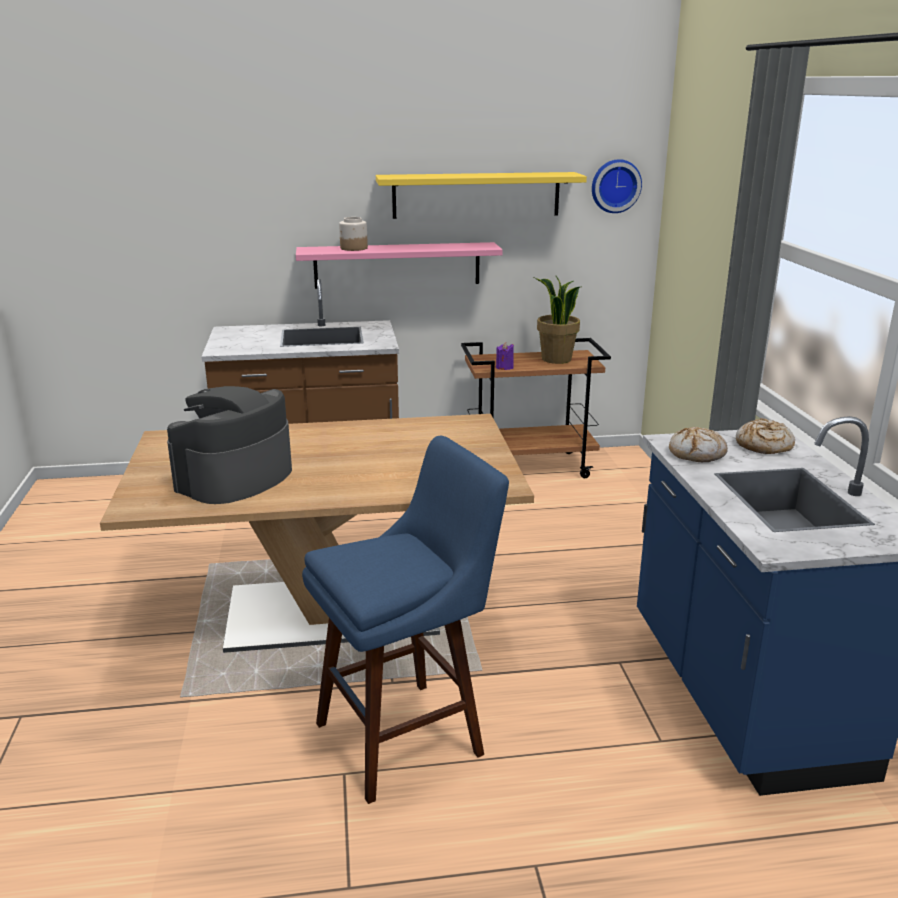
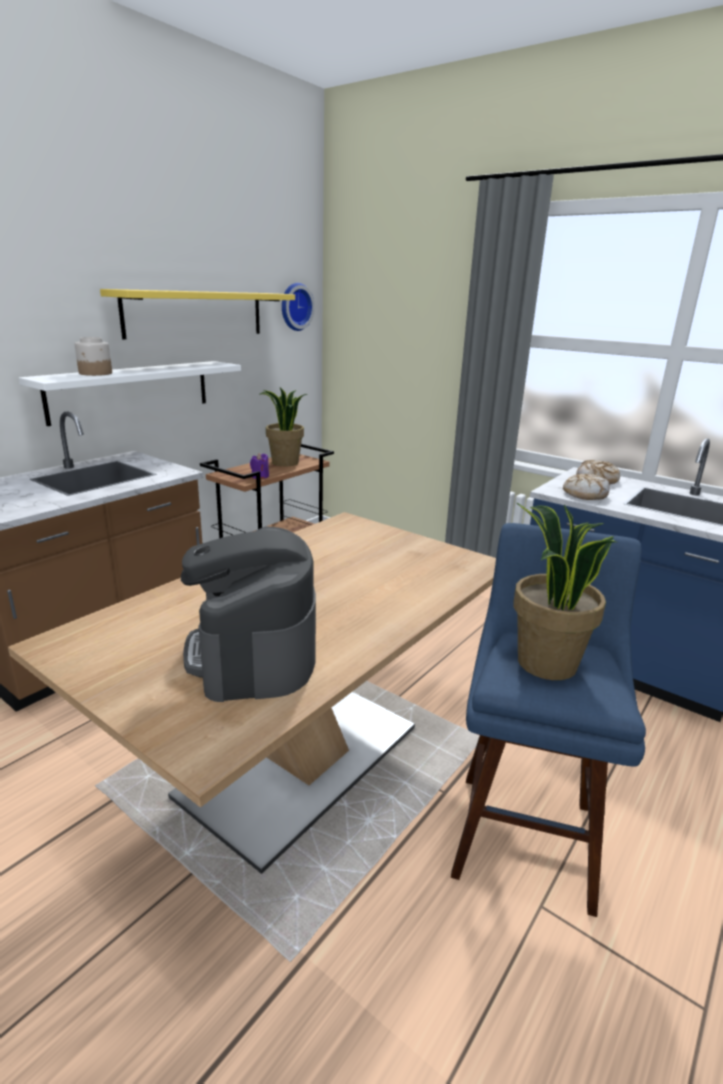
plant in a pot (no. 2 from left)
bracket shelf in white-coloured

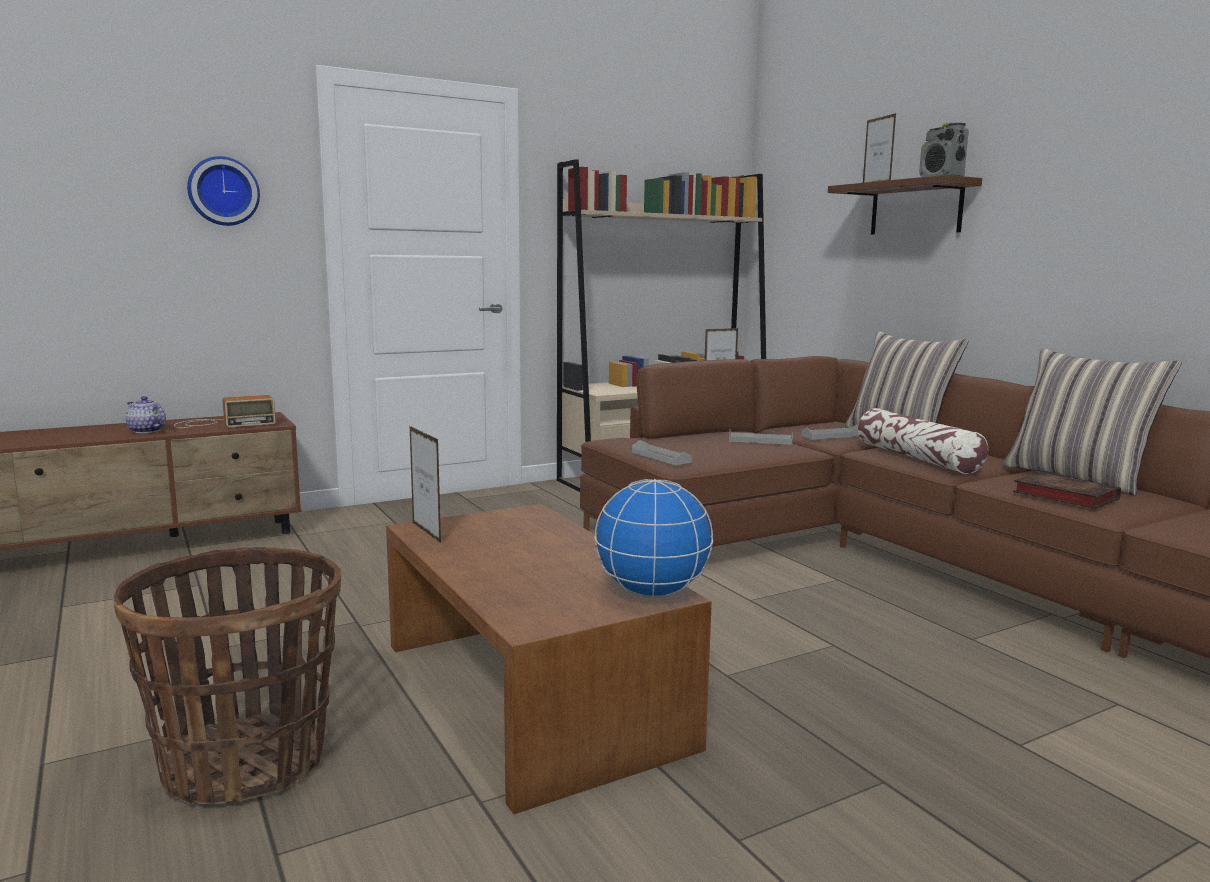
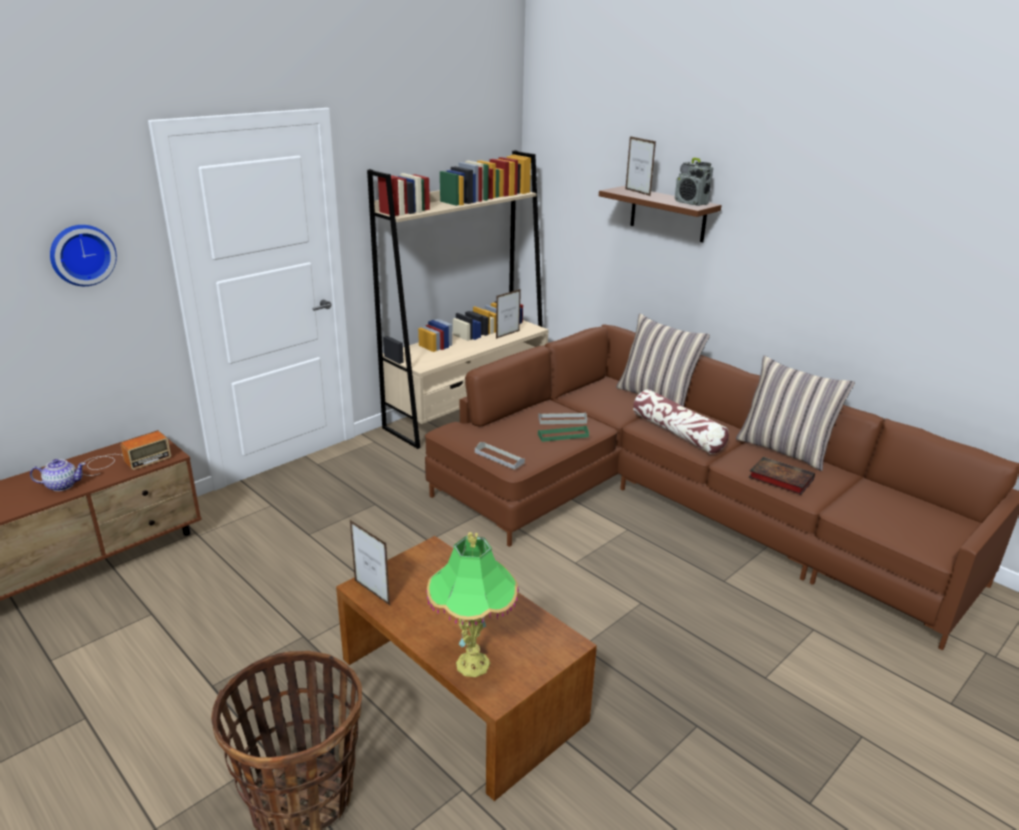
globe
serving tray in gray (no. 3 from left in the first image)
table lamp
serving tray in greenish
pot for tea

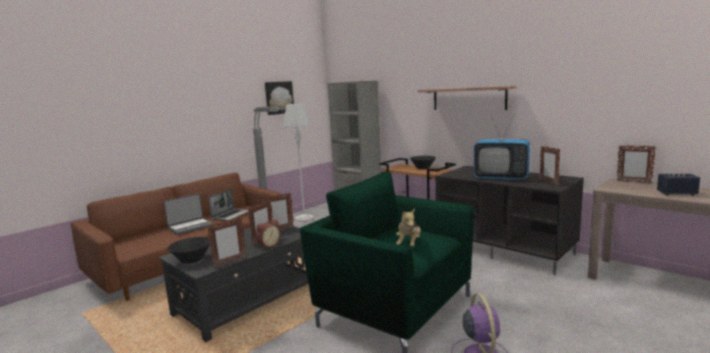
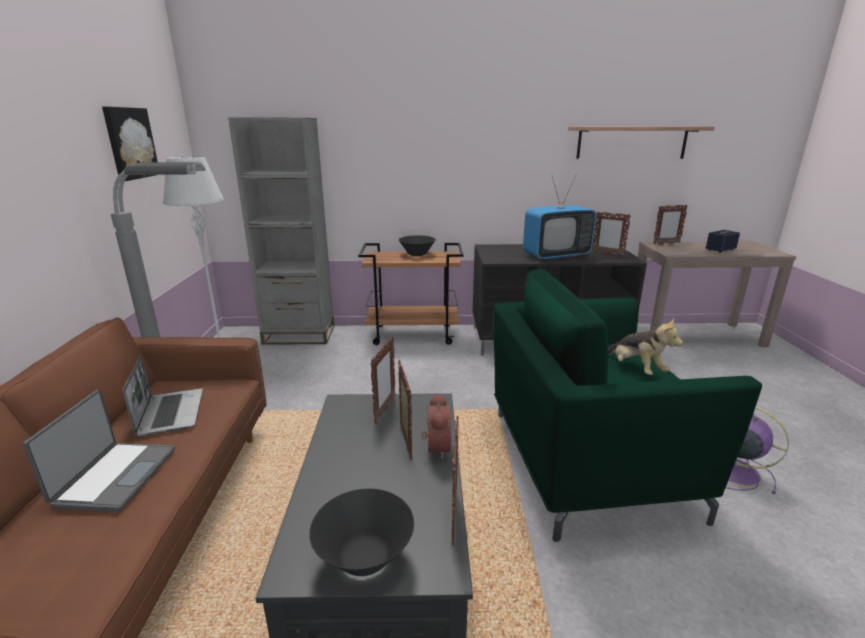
bracket shelf

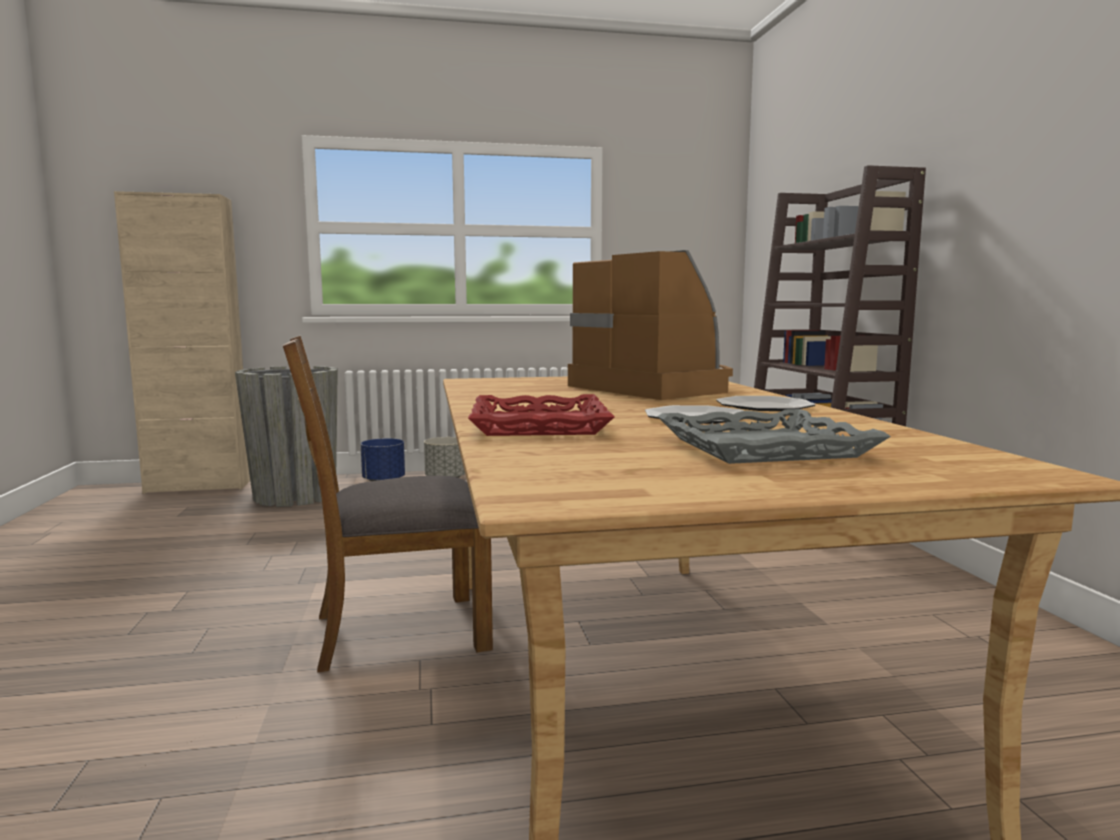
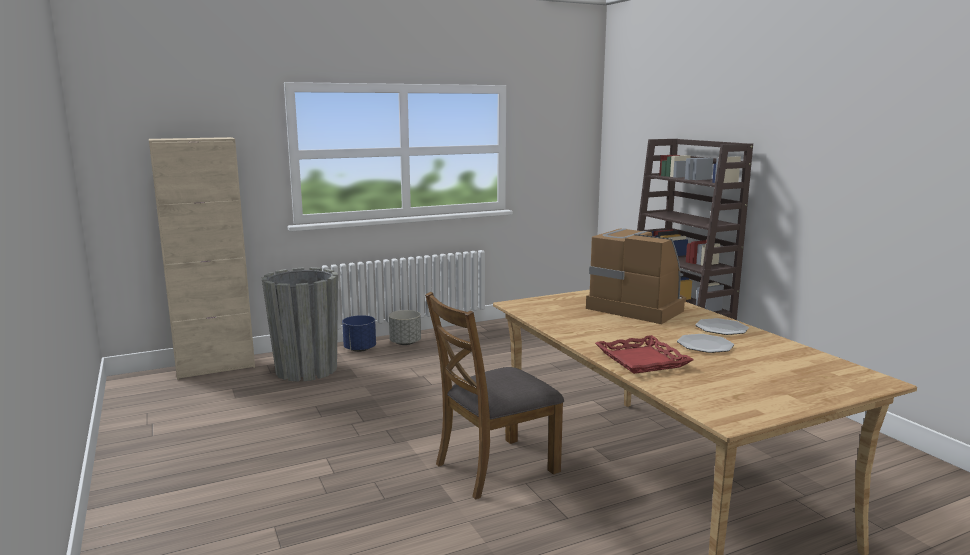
serving tray in gray

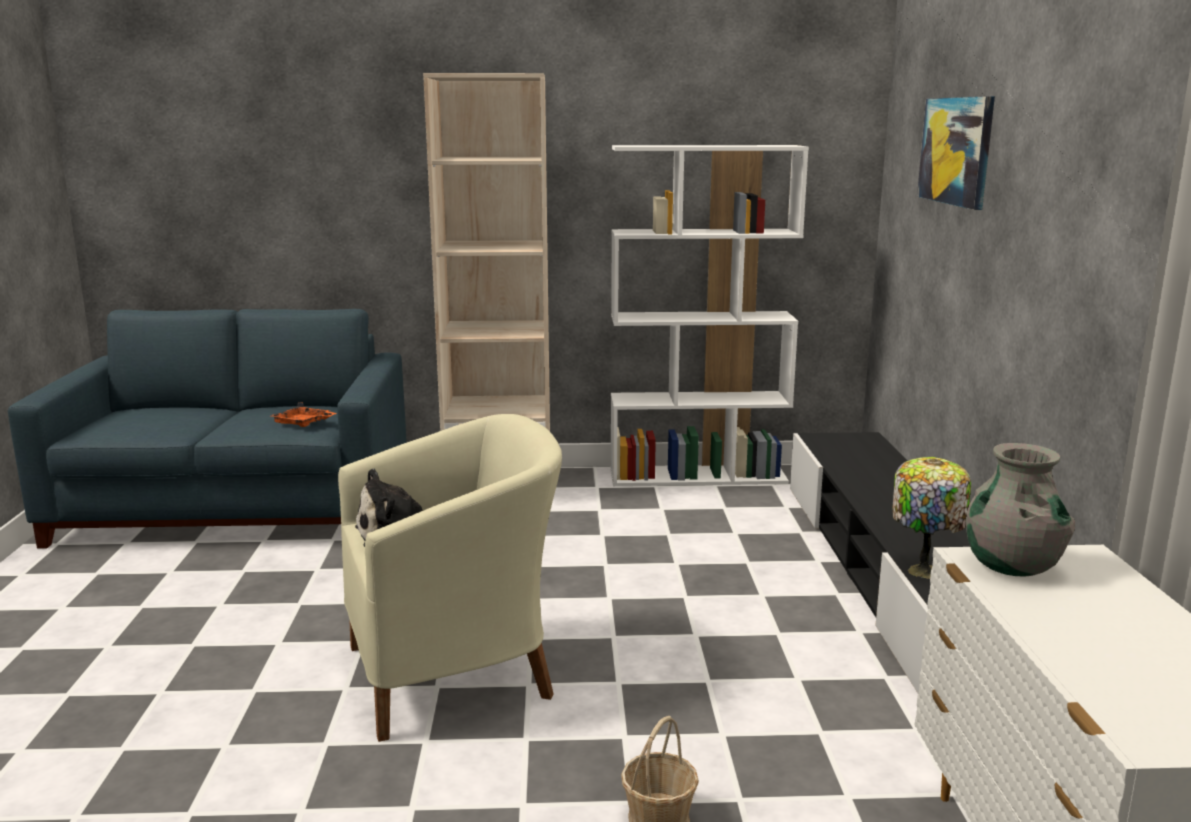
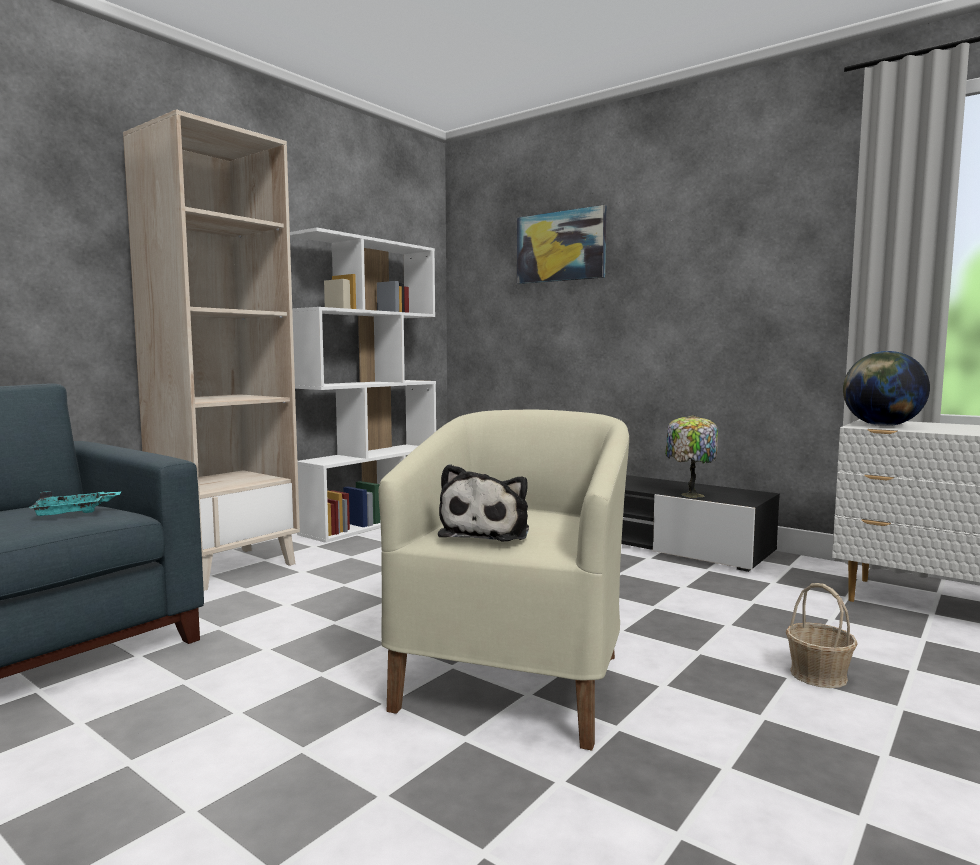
globe
serving tray in turquoise

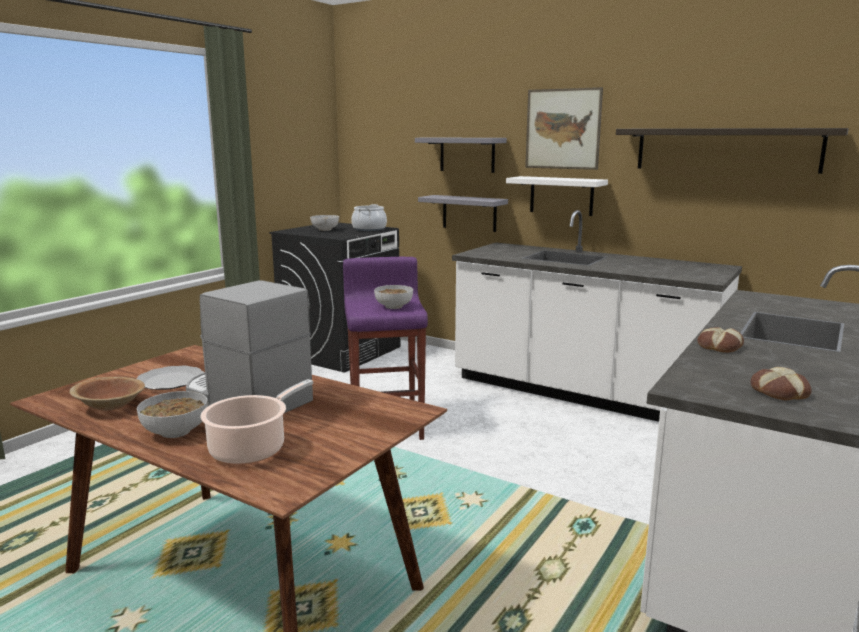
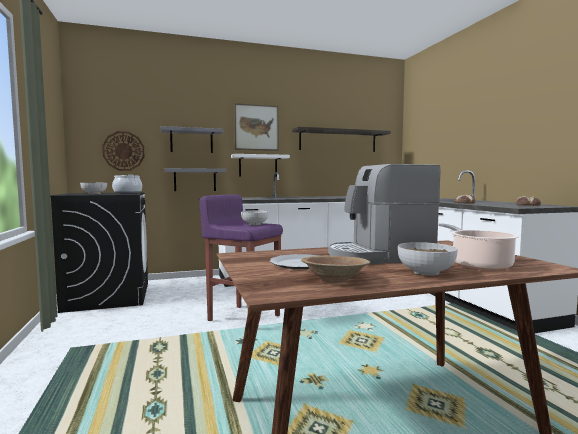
wall clock

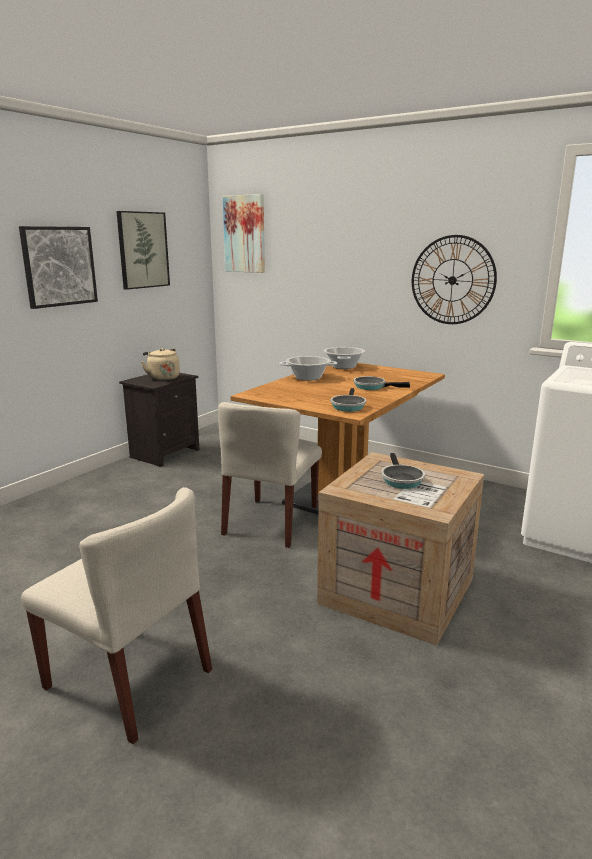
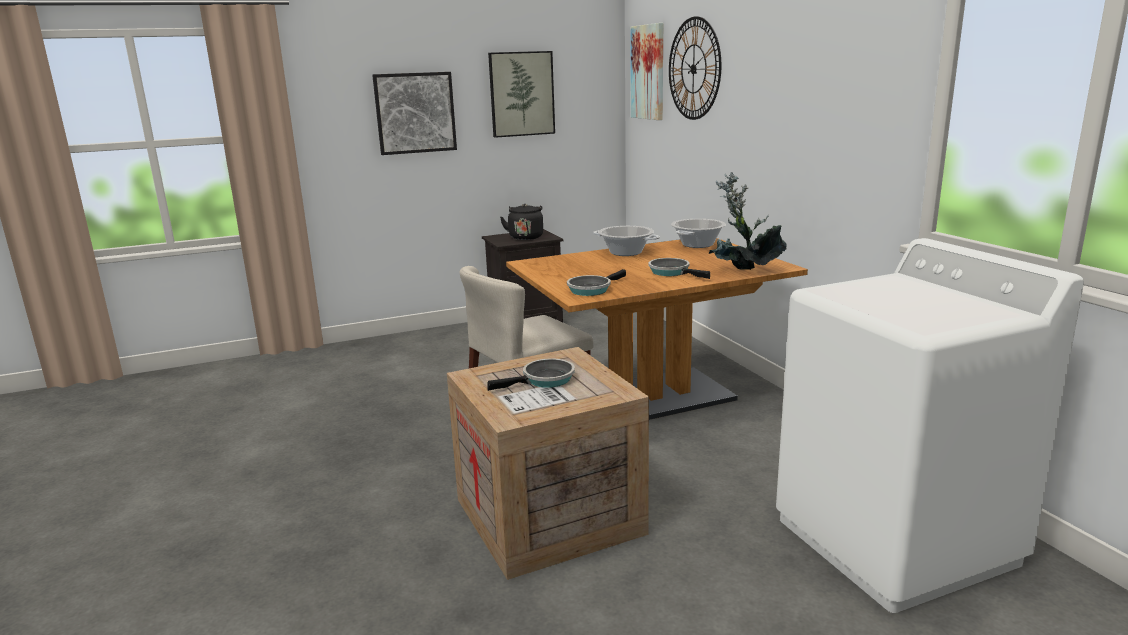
upright chair in sand-coloured (no. 1 from left in the first image)
plant in a pot
wall clock
water kettle in black
frying pan (no. 1 from left)

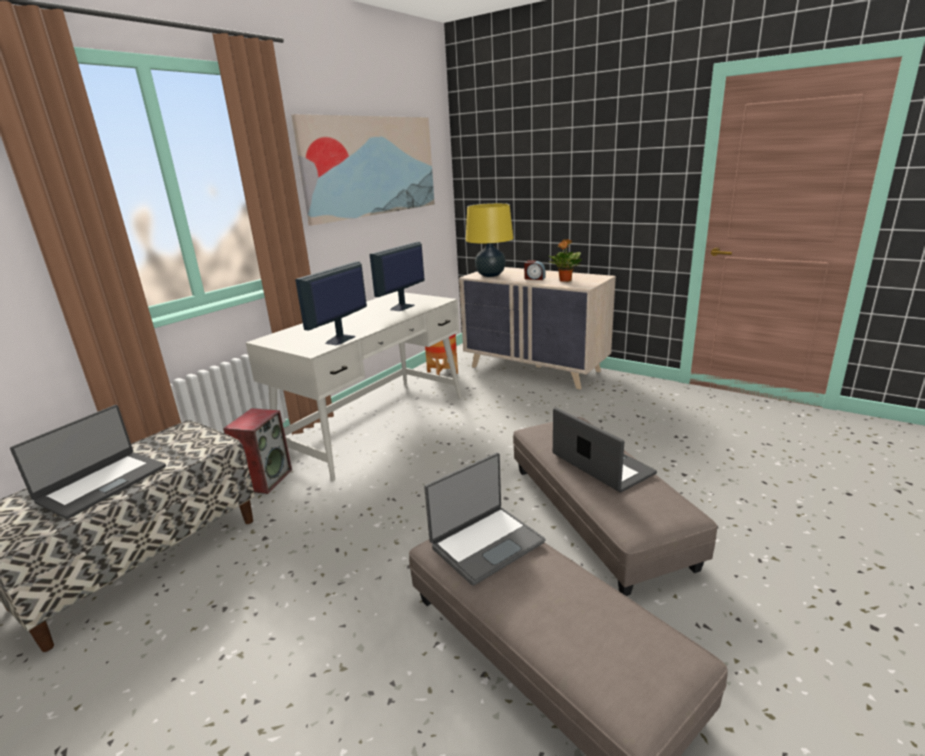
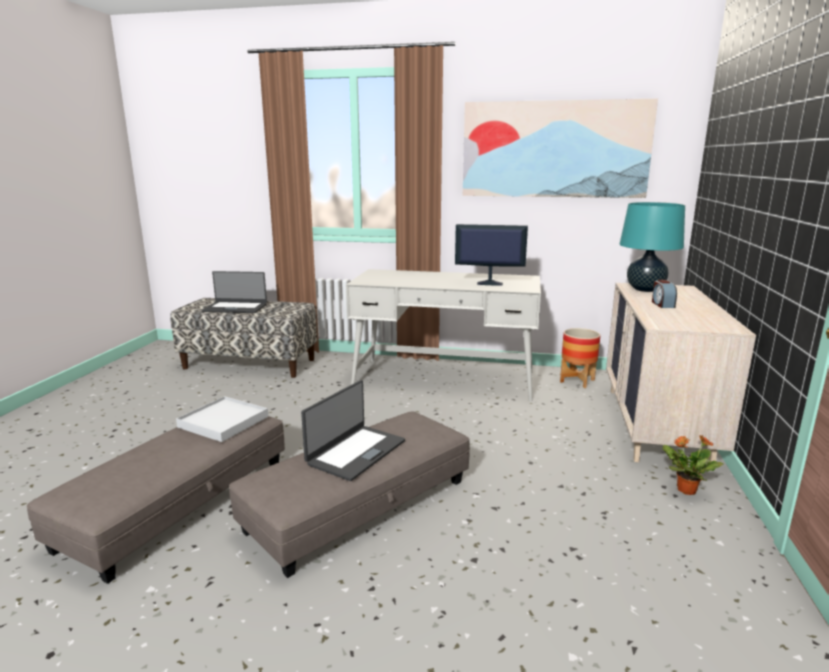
audio speaker
monitor (no. 1 from left in the first image)
plant in a pot
serving tray in white-coloured
table lamp in turquoise

